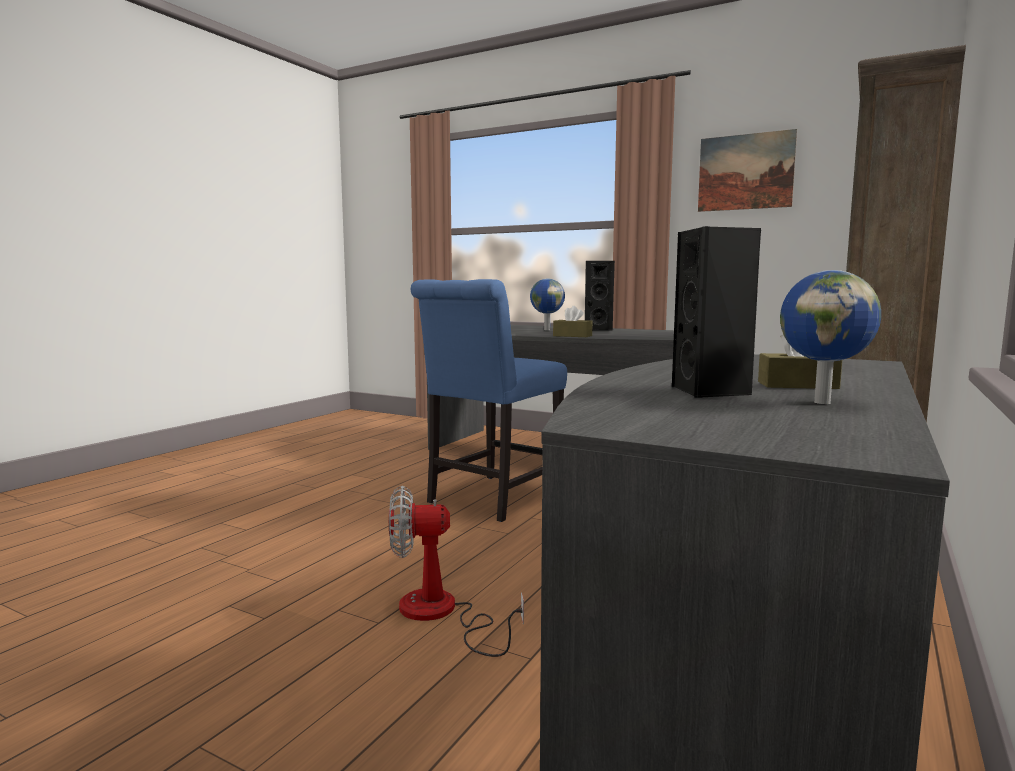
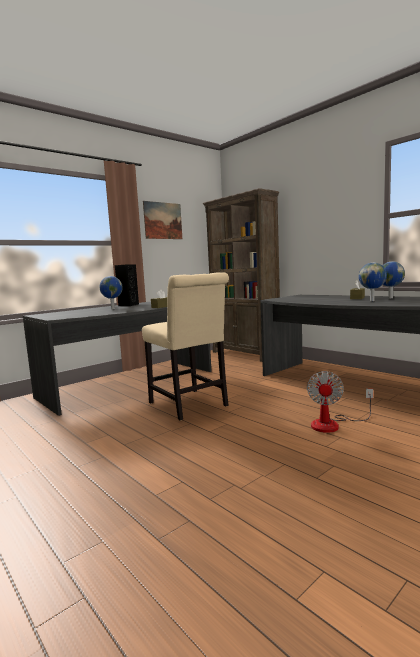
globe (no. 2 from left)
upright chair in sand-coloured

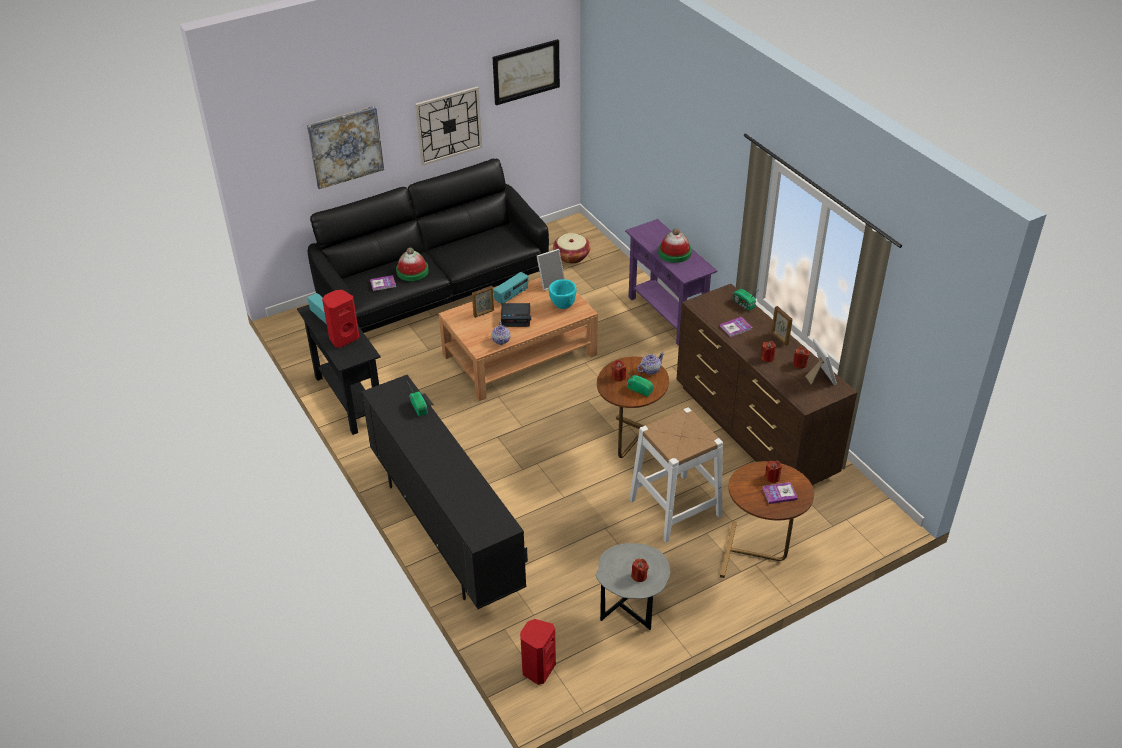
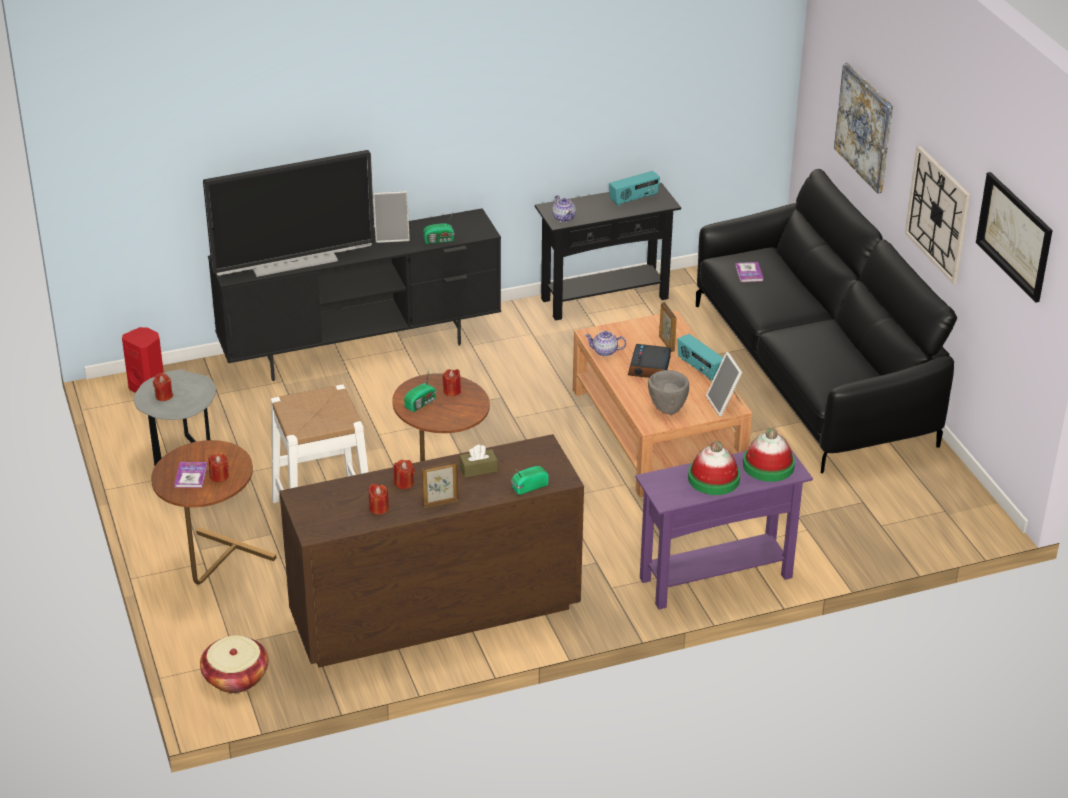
audio speaker in reddish (no. 1 from left in the first image)
TV set
wearable hat (no. 2 from left)
basket
pot for tea (no. 1 from left)
photo frame (no. 1 from left)
tissue holder in brown
deep dish in gray

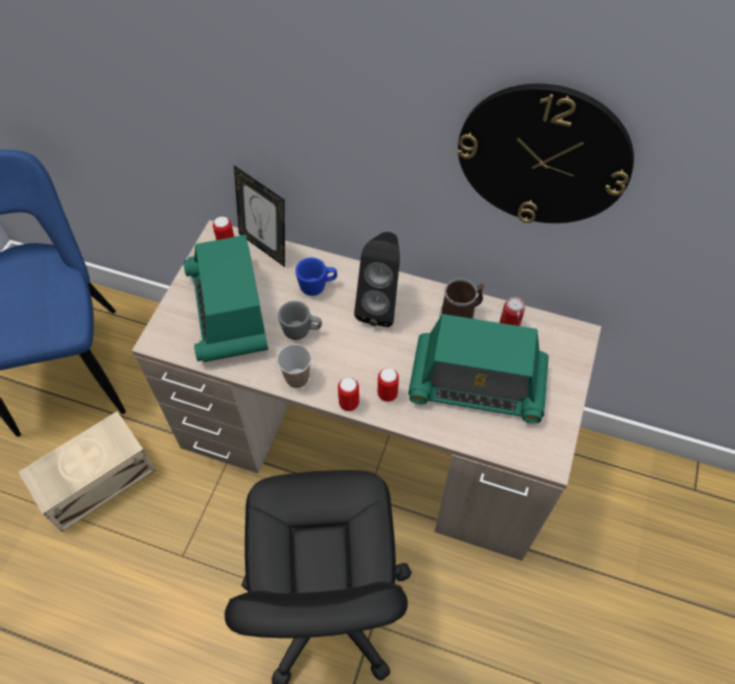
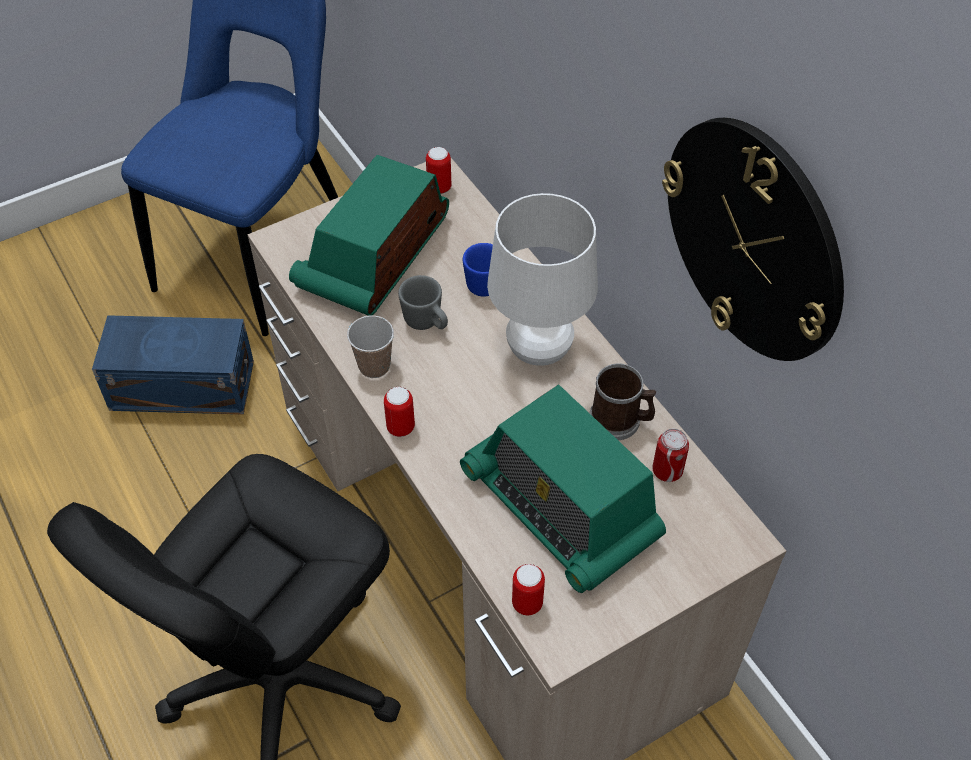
photo frame
metal can (no. 3 from left)
table lamp in white-coloured
storage box in blue

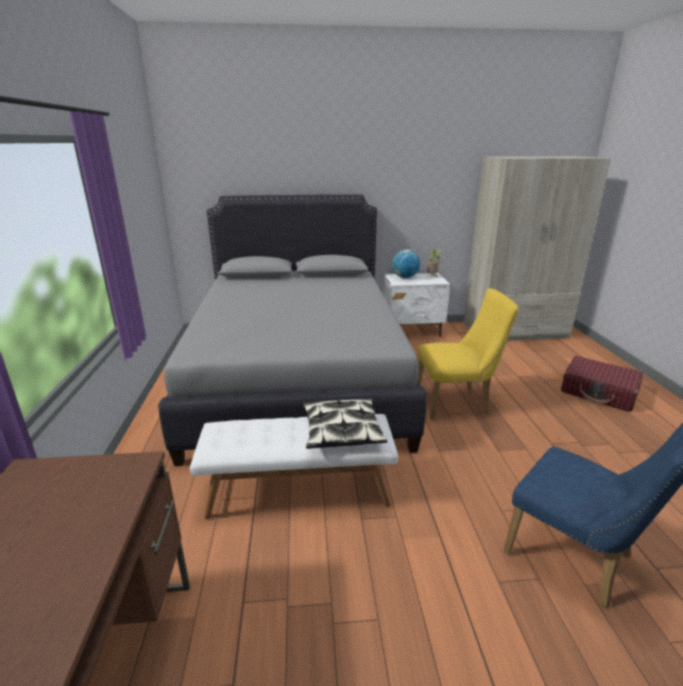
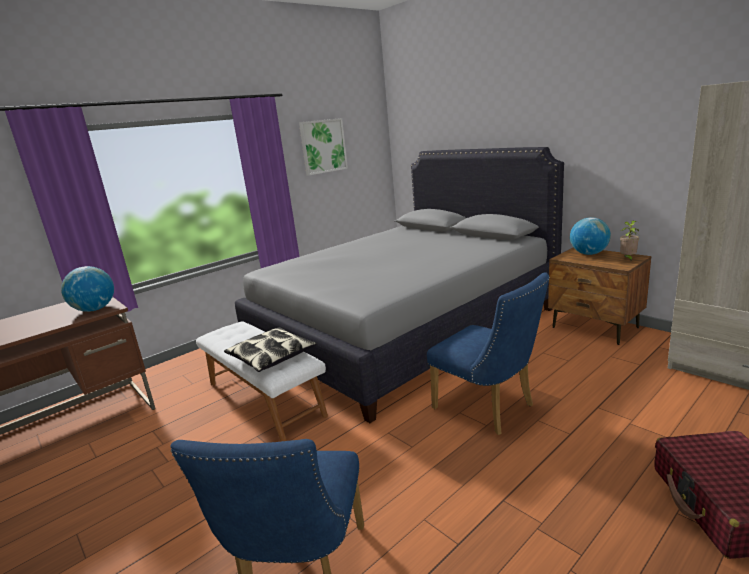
globe (no. 1 from left)
wall art
bedside table in brown
upright chair in blue (no. 2 from left)

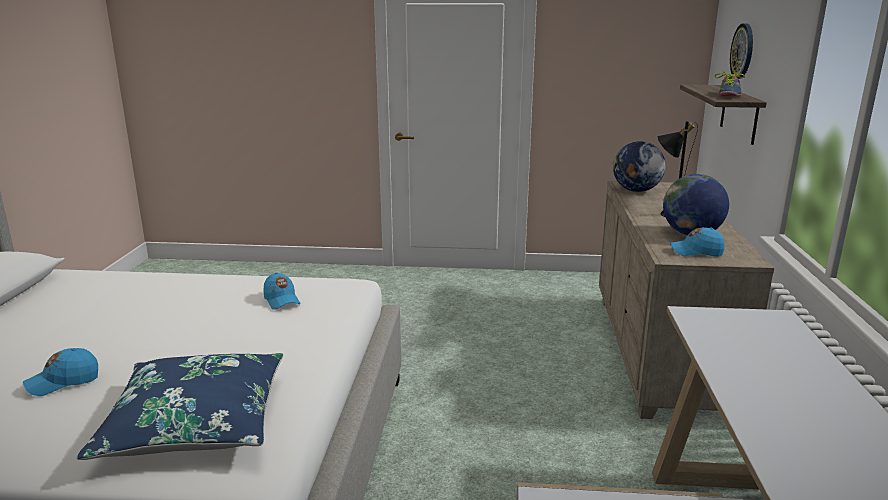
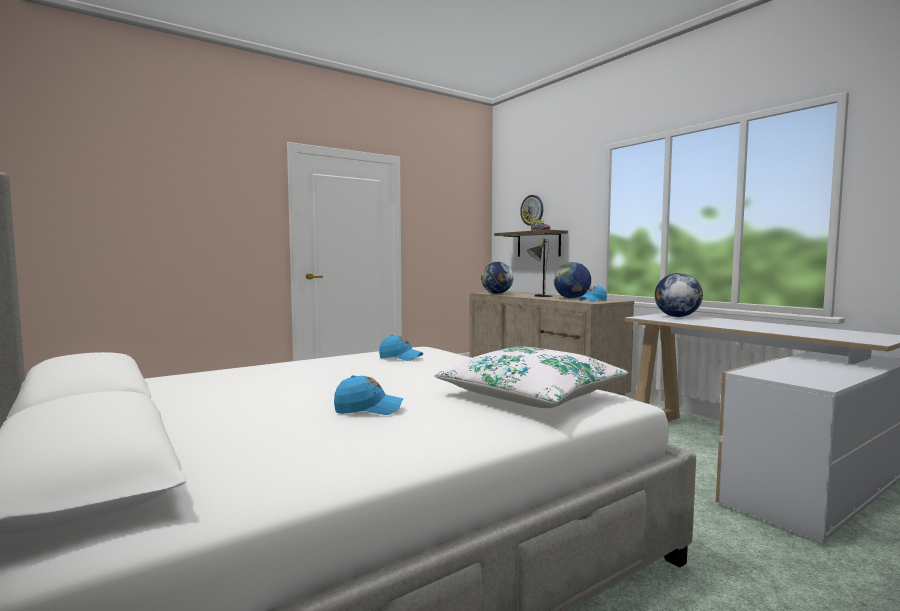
globe (no. 3 from left)
cushion in white-coloured
peaked cap in blue (no. 1 from left)

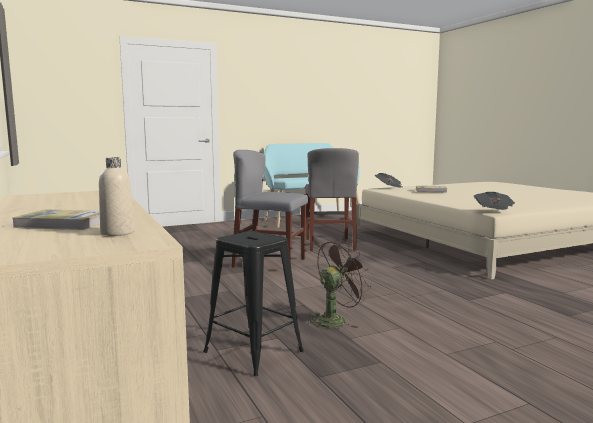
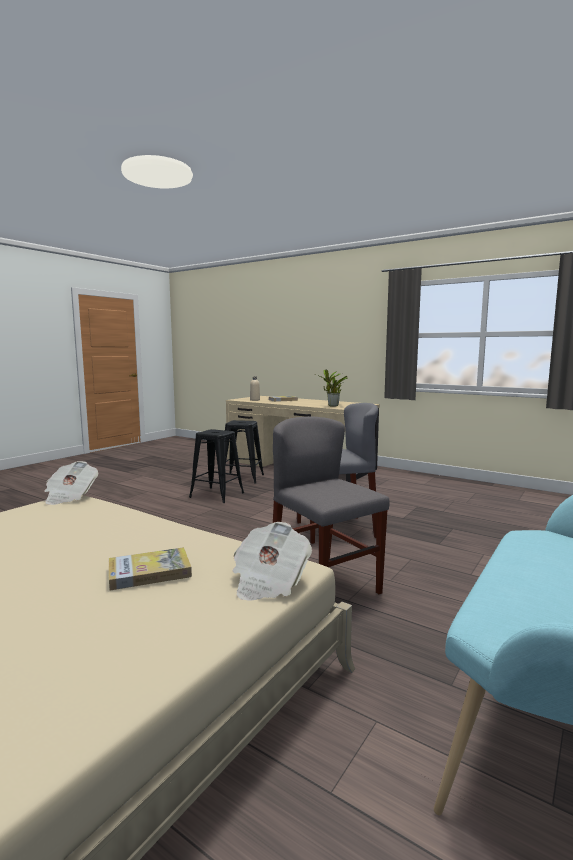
plant in a pot
stool in black (no. 1 from left)

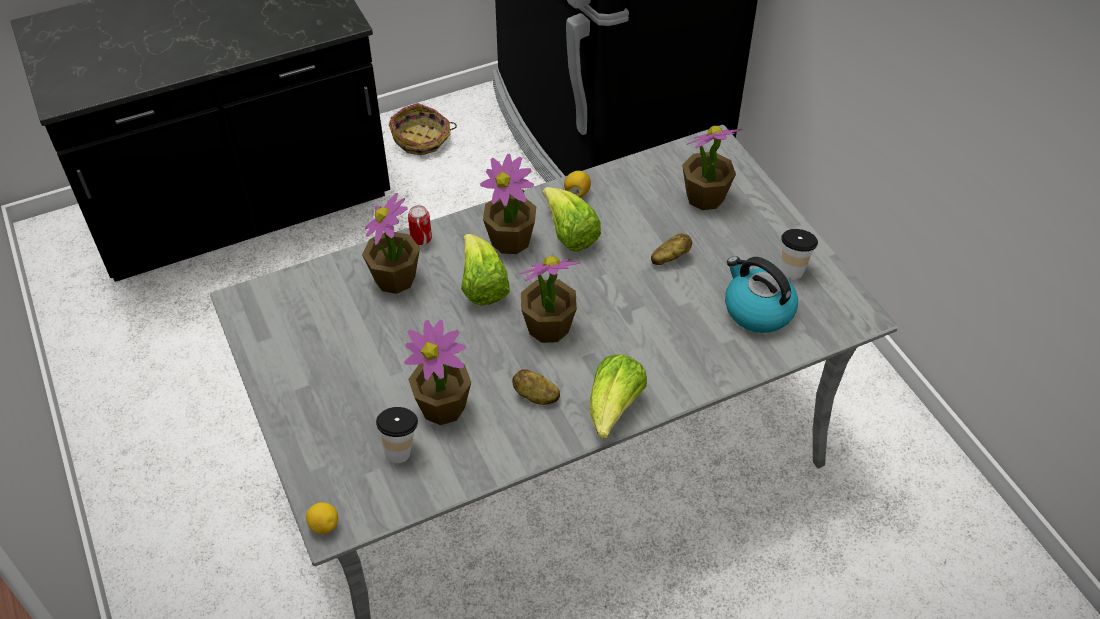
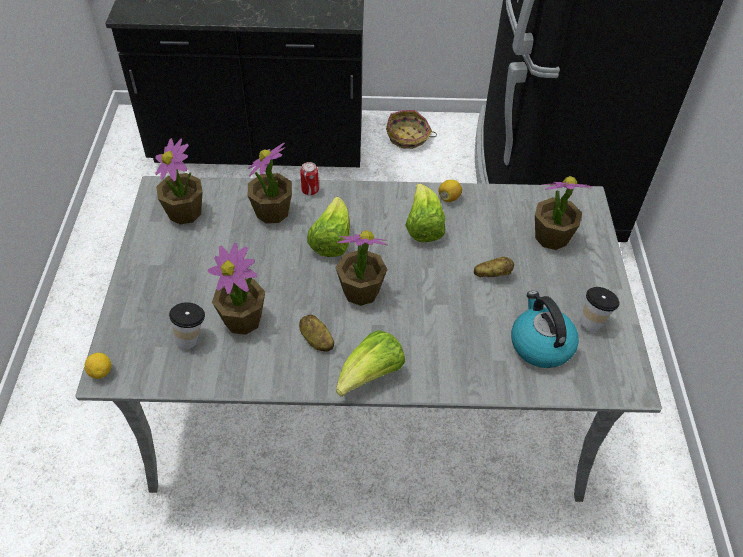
plant in a pot (no. 1 from left)

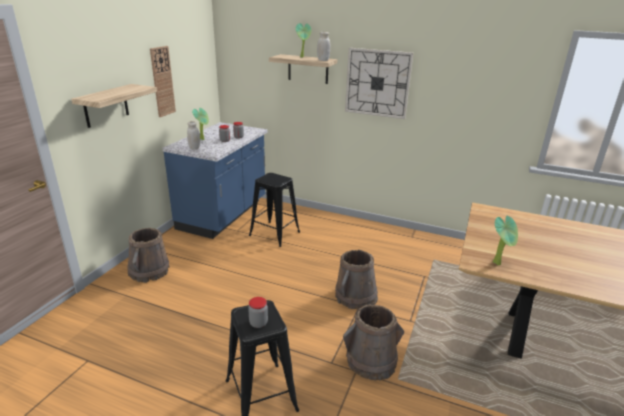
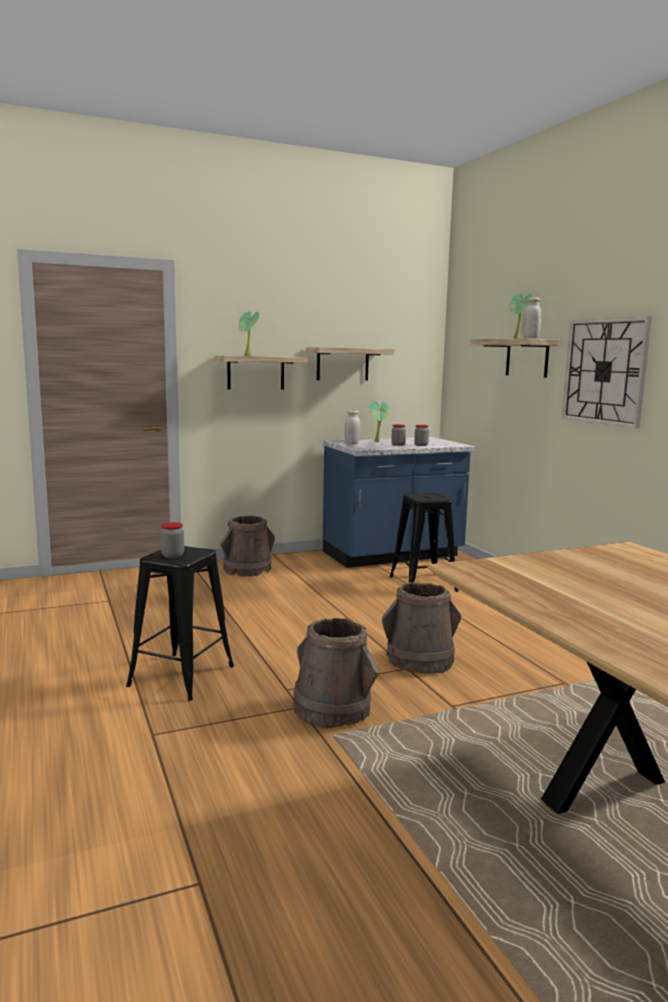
plant in a pot (no. 1 from left)
bracket shelf (no. 2 from left)

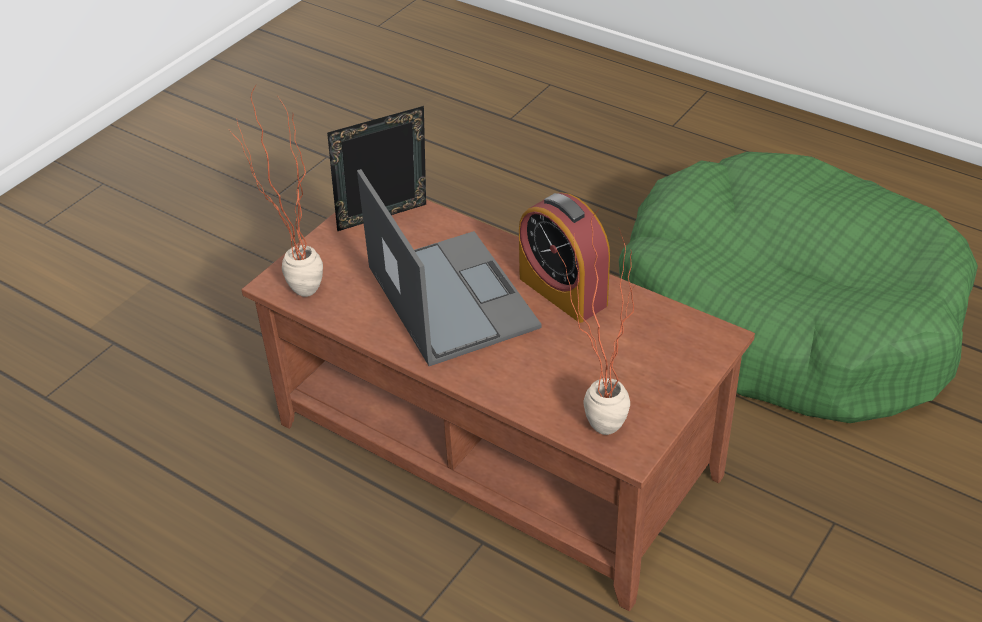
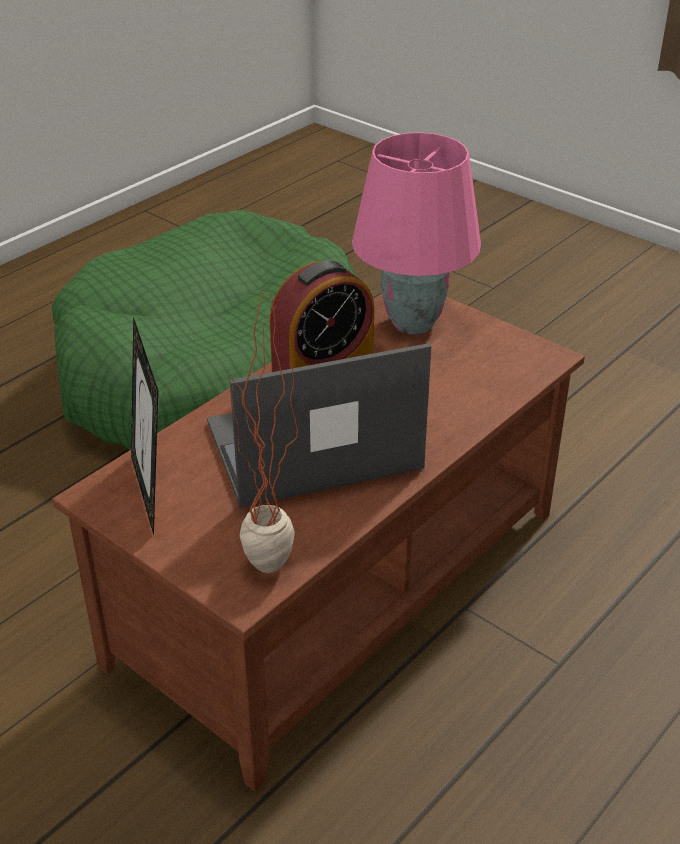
plant in a pot (no. 2 from left in the first image)
table lamp in pink

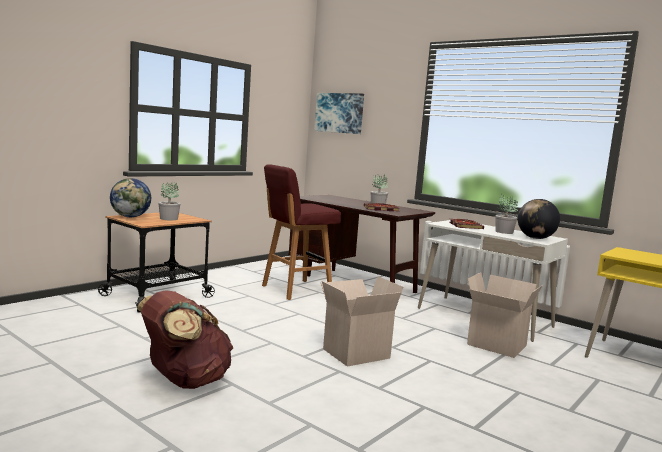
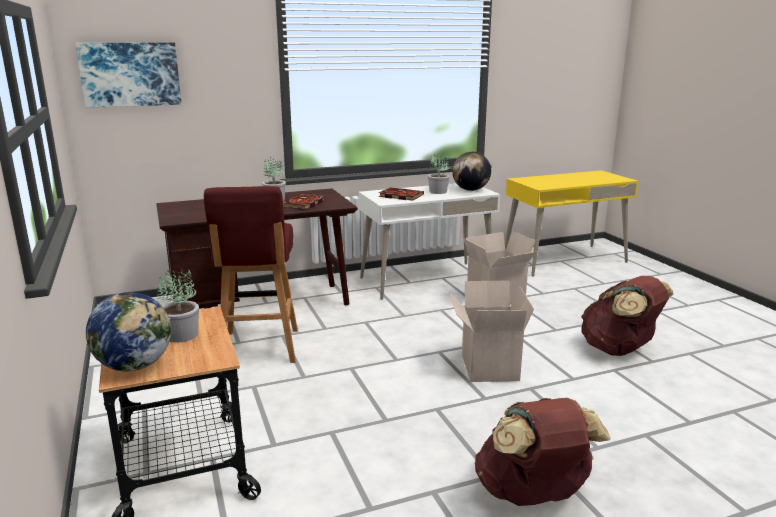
knapsack in brown (no. 2 from left)

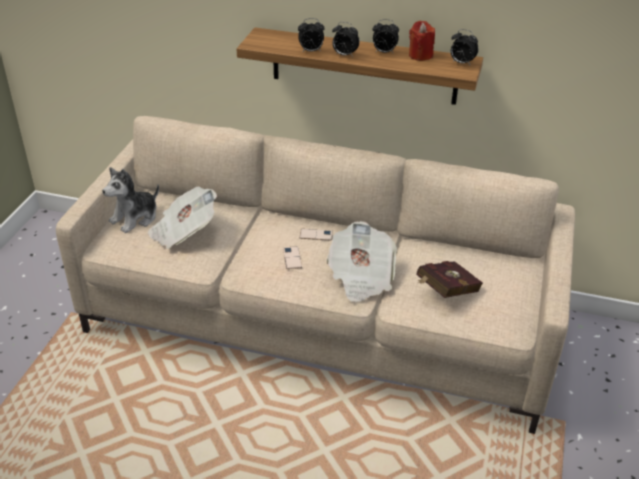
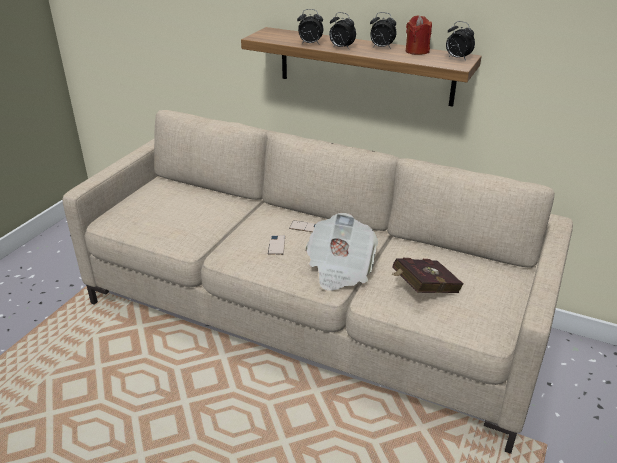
soft toy
newspaper (no. 1 from left in the first image)

